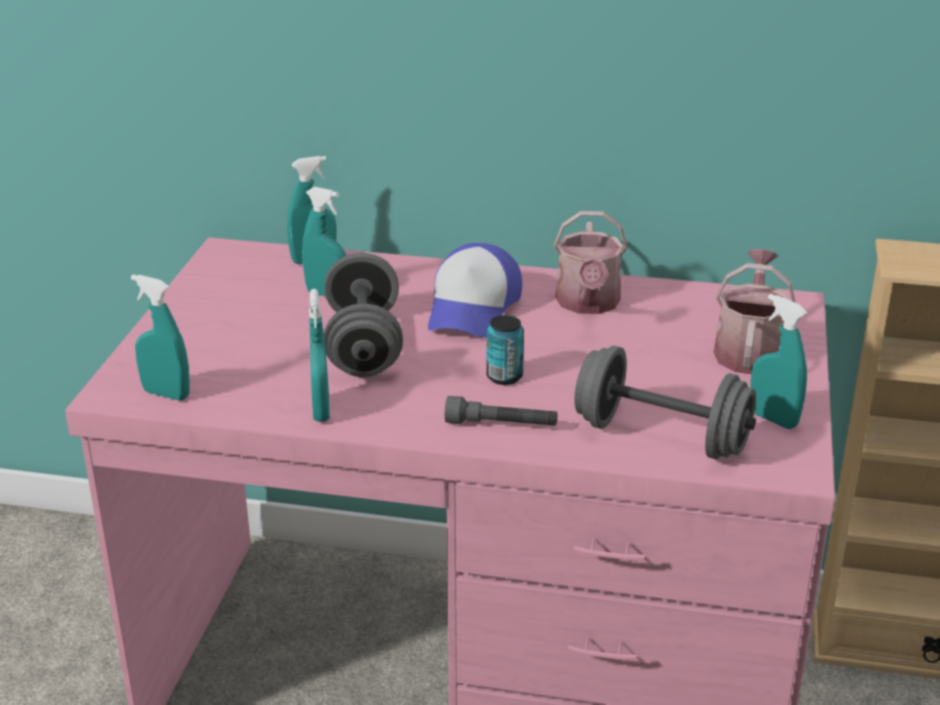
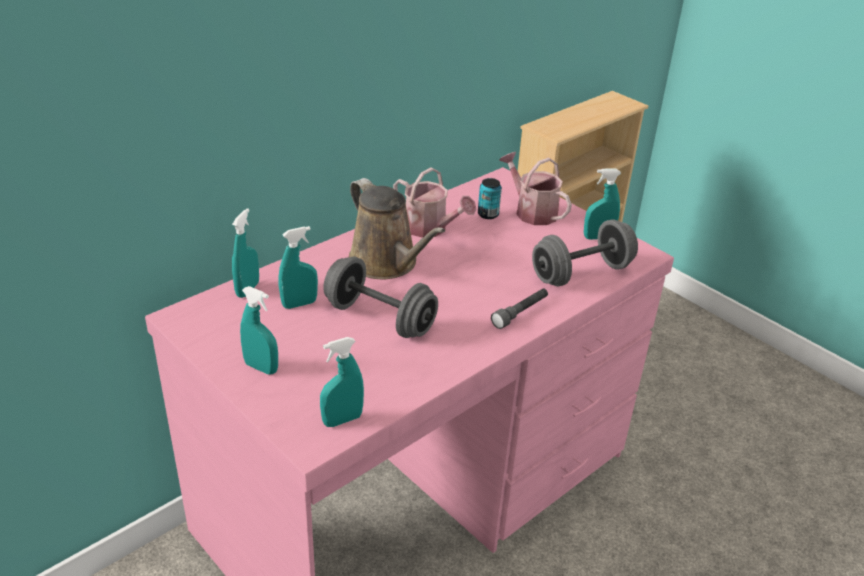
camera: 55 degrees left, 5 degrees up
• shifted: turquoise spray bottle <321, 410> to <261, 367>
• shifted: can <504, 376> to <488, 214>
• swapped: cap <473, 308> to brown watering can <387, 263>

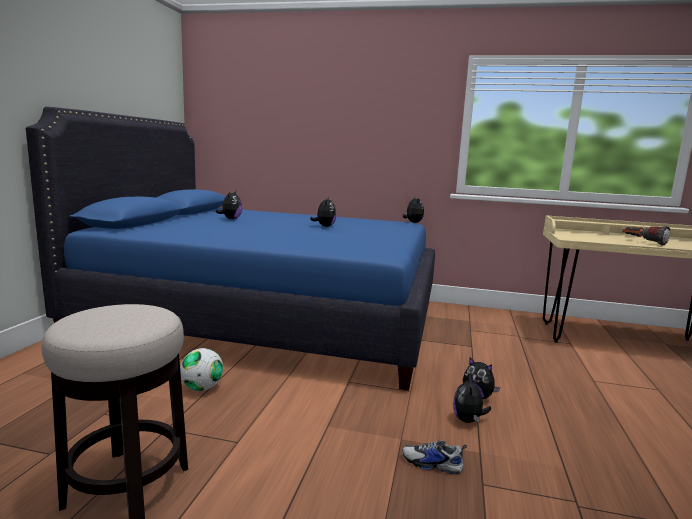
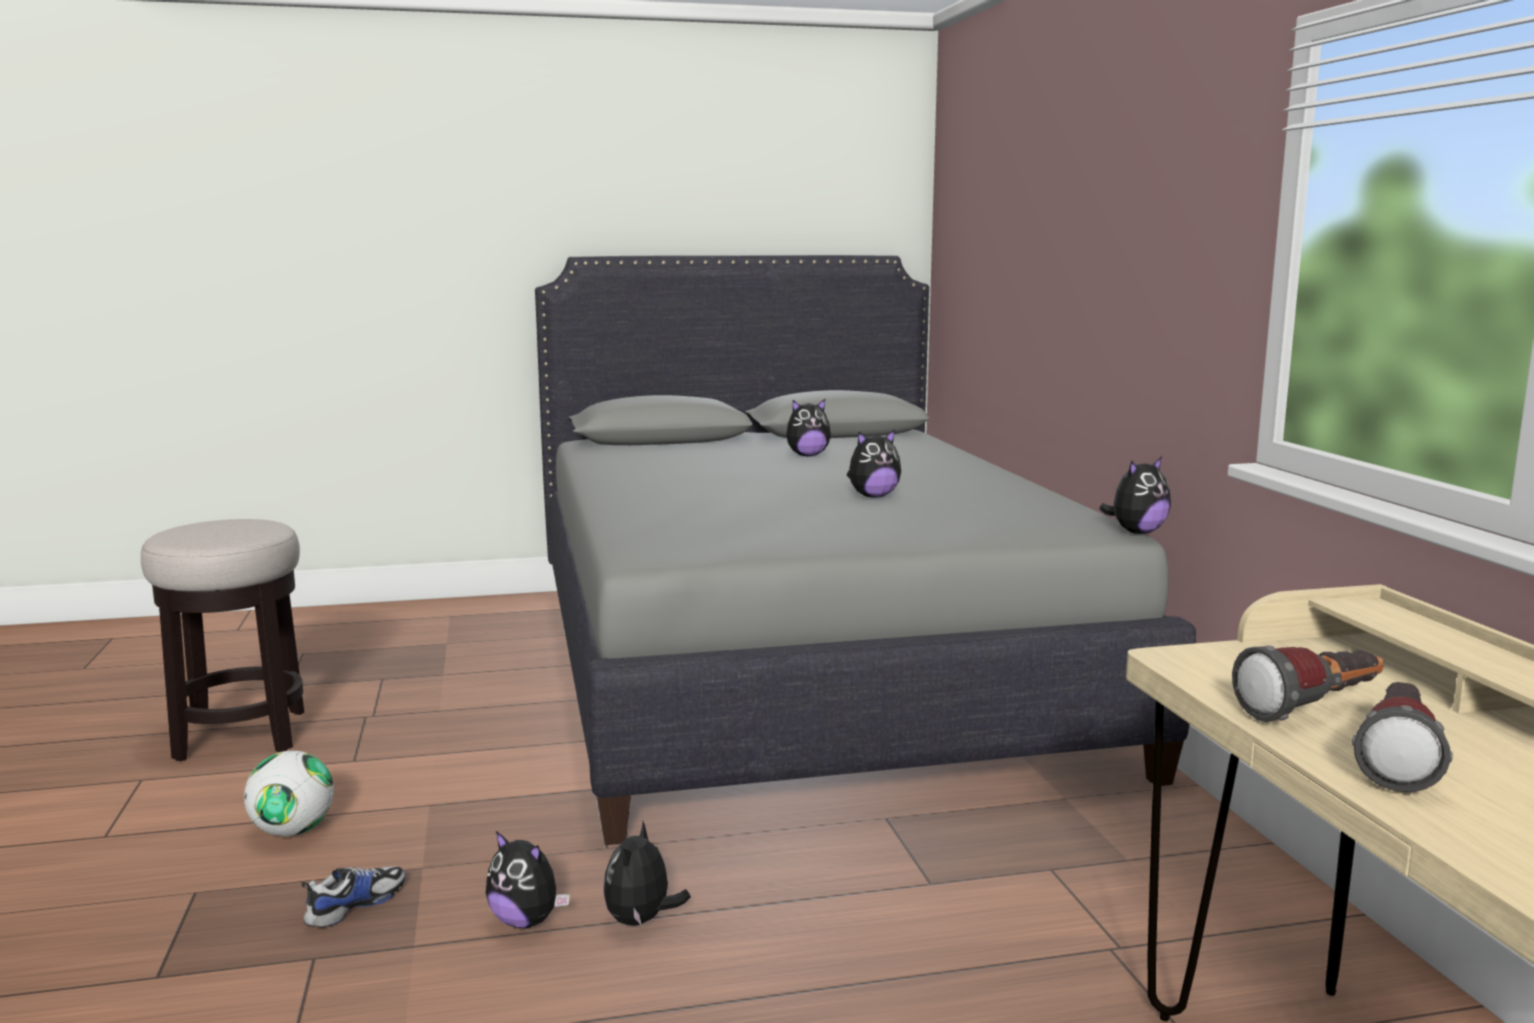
camera: 65 degrees right, 0 degrees up
• new: flashlight <1312, 710>
• shifted: football <202, 388> to <293, 831>
• repainted: blue bed <267, 318> to grey bed <798, 669>
• rotated: shoe <432, 464> = <354, 905> 45 degrees clockwise
• rotated: plush toy <468, 420> = <526, 921> 135 degrees counterclockwise

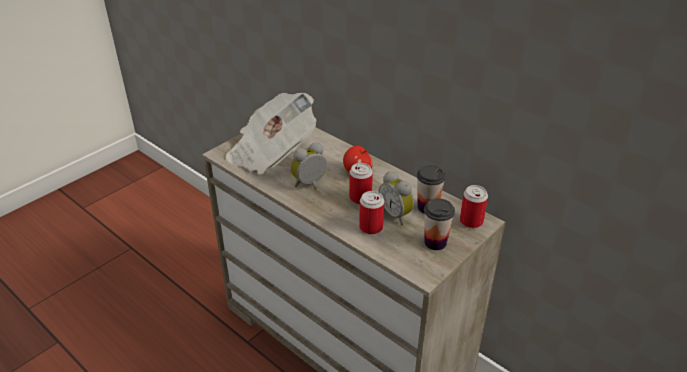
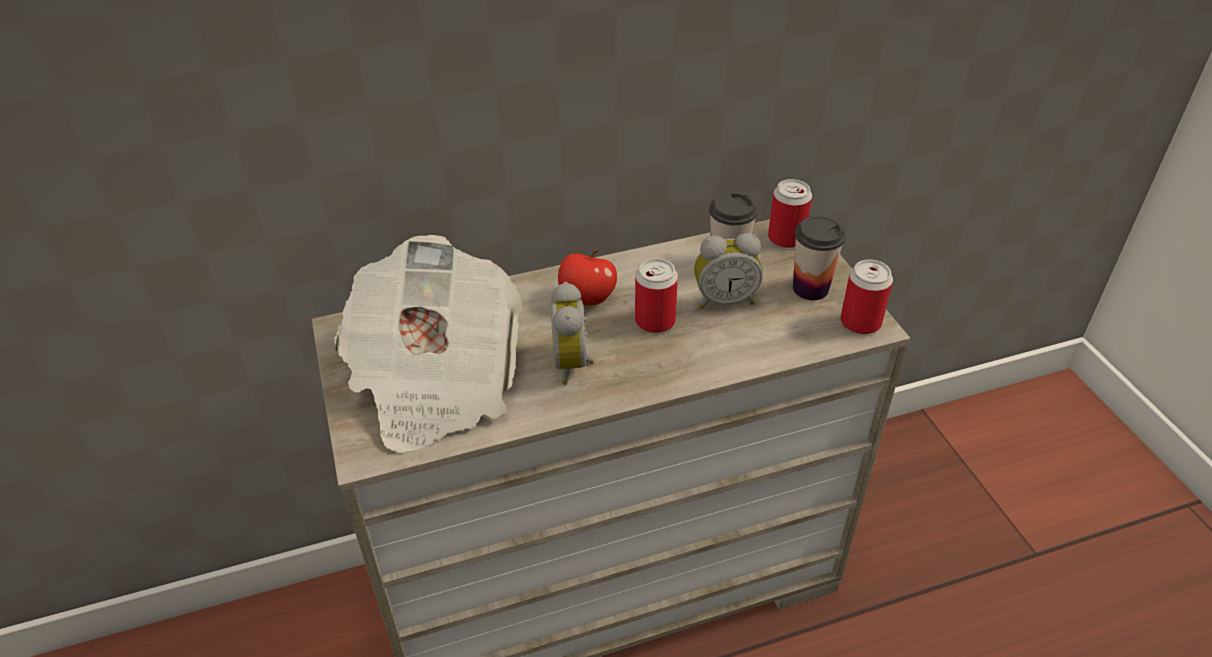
camera: 60 degrees left, 5 degrees up
• shifted: can <371, 227> to <860, 322>

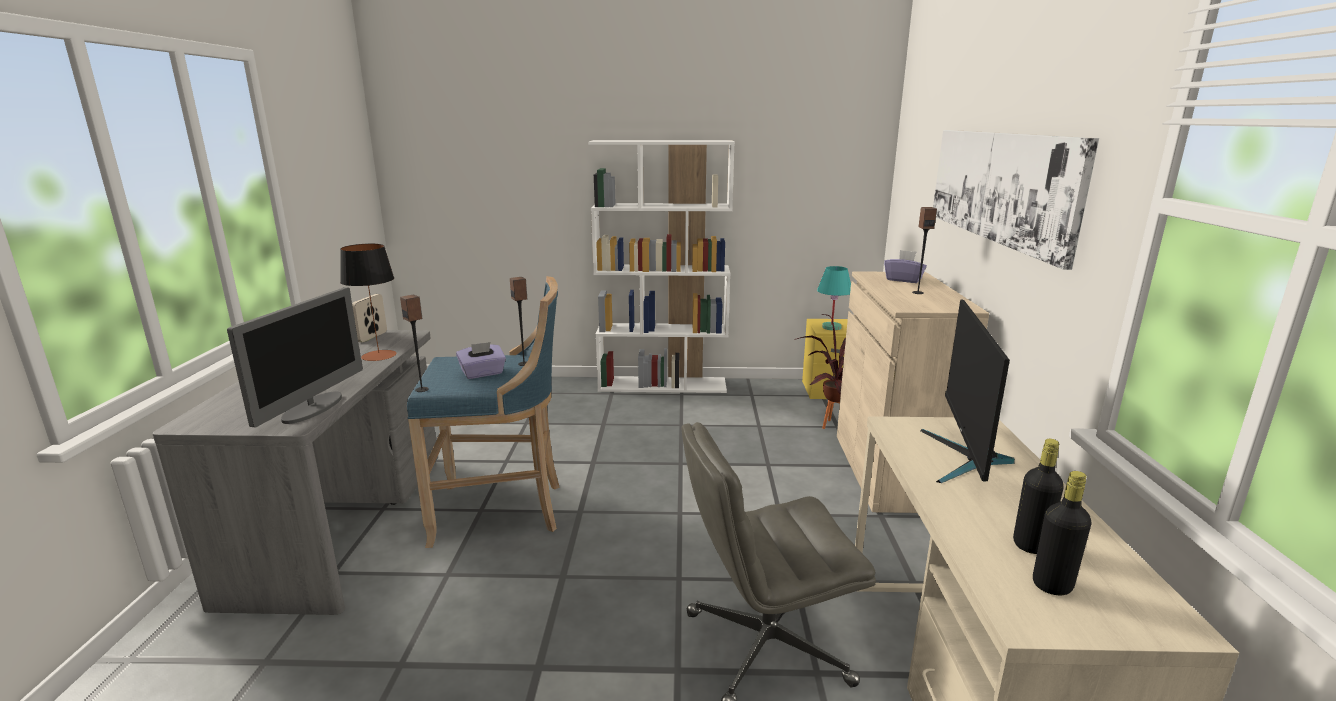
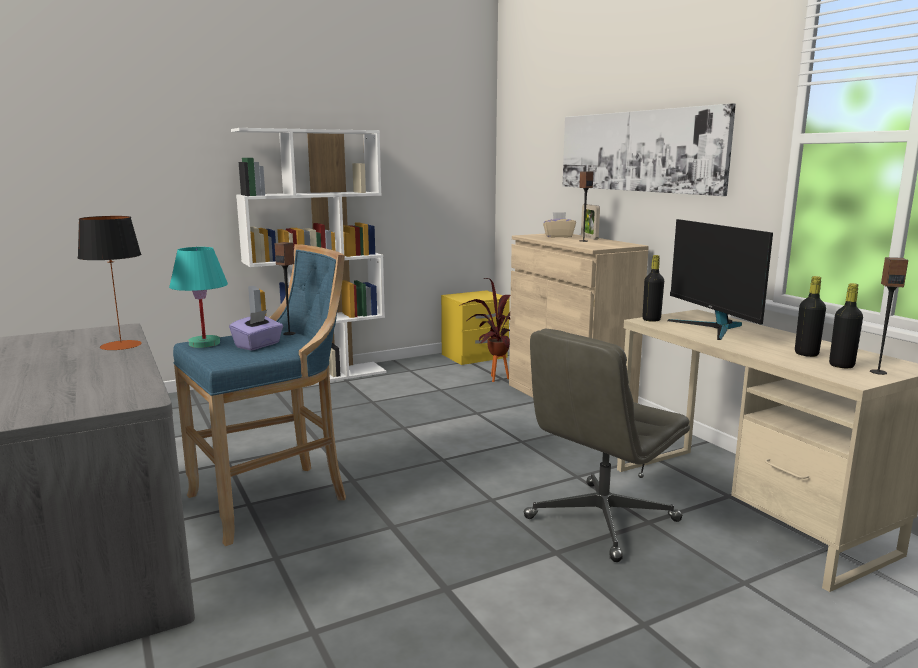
camera: 30 degrees left, 5 degrees down
• gone: monitor <313, 408>
• new: black bottle <651, 320>
• shifted: picture frame <372, 337> to <589, 238>
• shifted: speaker <422, 389> to <878, 372>
• shifted: turquoise table lamp <831, 327> to <203, 343>
• repainted: purple tissue box <903, 280> to beige tissue box <558, 236>

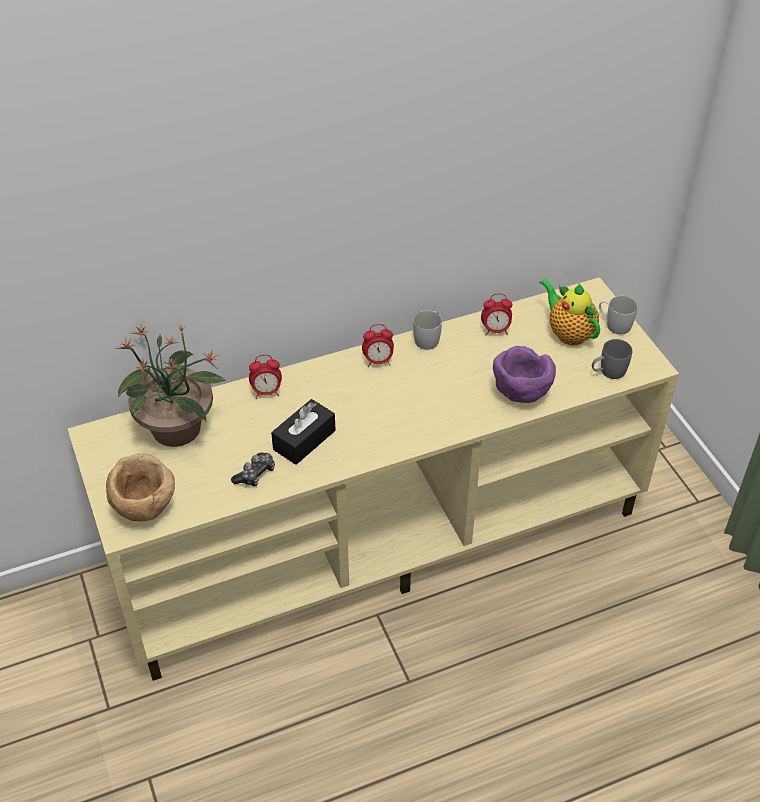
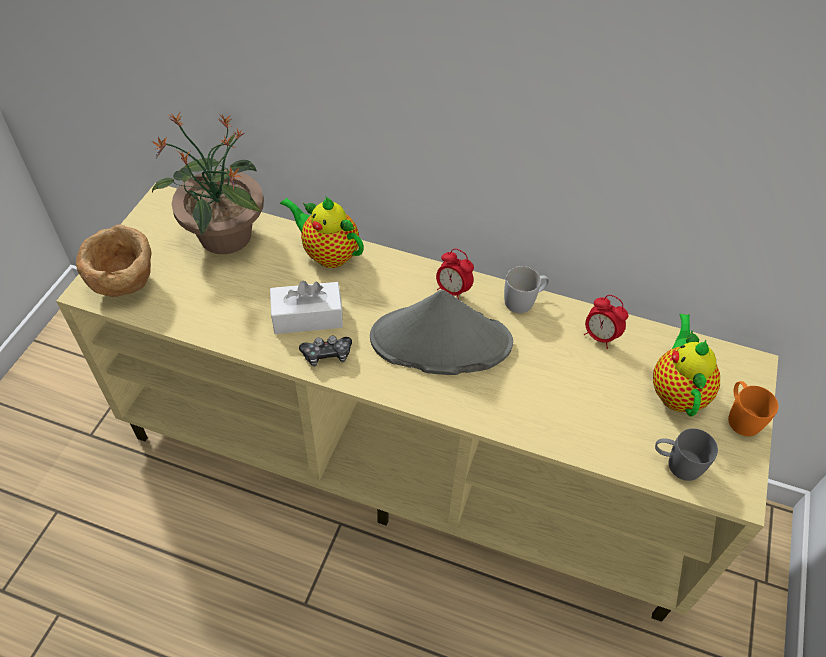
camera: 40 degrees right, 5 degrees up
• gone: purple bowl <520, 393>
• new: grey hat <440, 341>
• shifted: game controller <255, 474> to <327, 355>
• swapped: alarm clock <266, 392> to teapot <328, 254>
• repainted: black tissue box <304, 440> to white tissue box <307, 317>
• repainted: white mug <614, 324> to orange mug <740, 417>

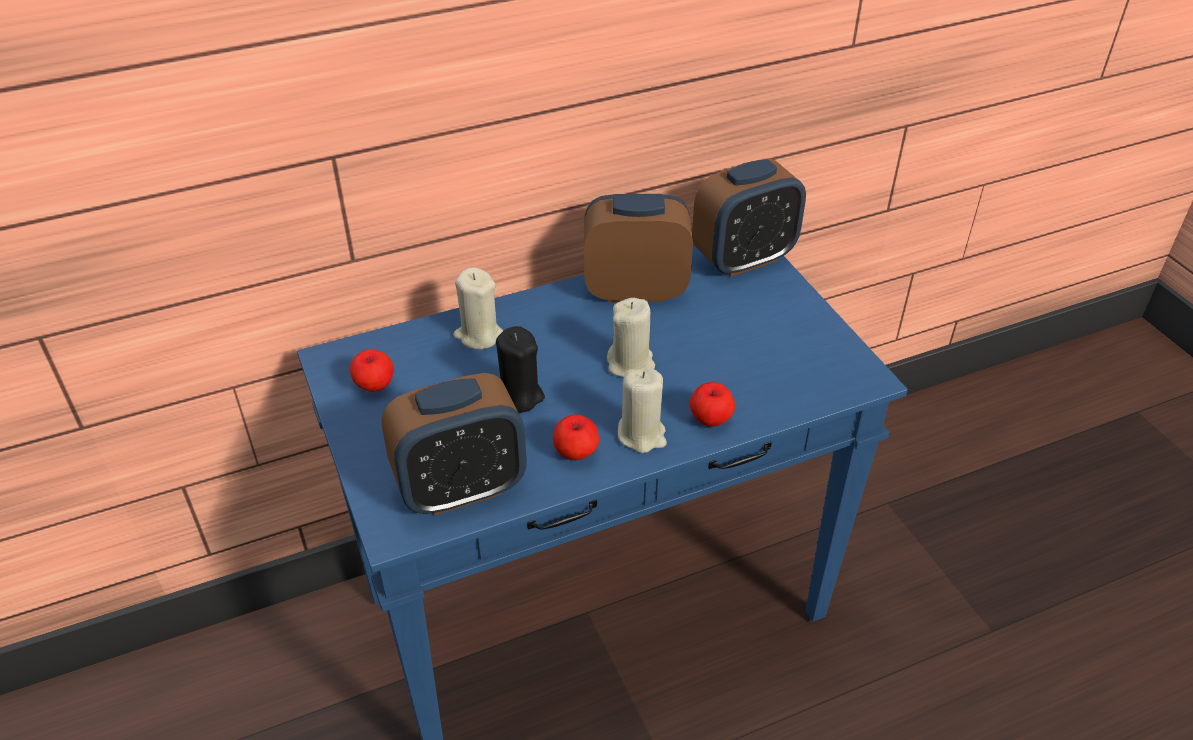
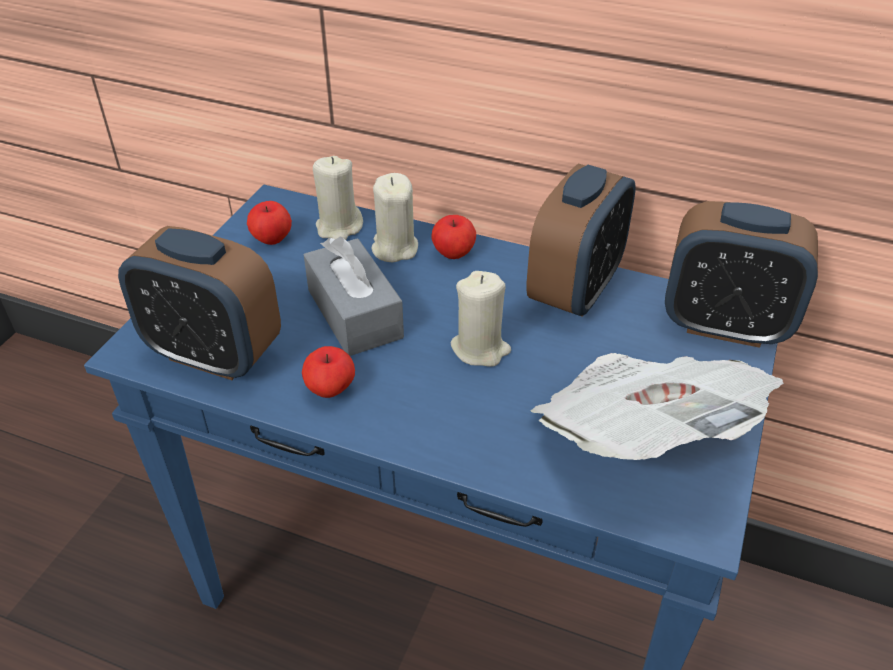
camera: 45 degrees right, 0 degrees up
• new: newspaper <639, 436>
• shifted: beige candle <642, 434> to <339, 227>
• shifted: apple <710, 419> to <454, 253>
• swapped: black candle <518, 396> to grey tissue box <354, 314>
• rotated: alarm clock <635, 290> = <575, 290> 75 degrees clockwise

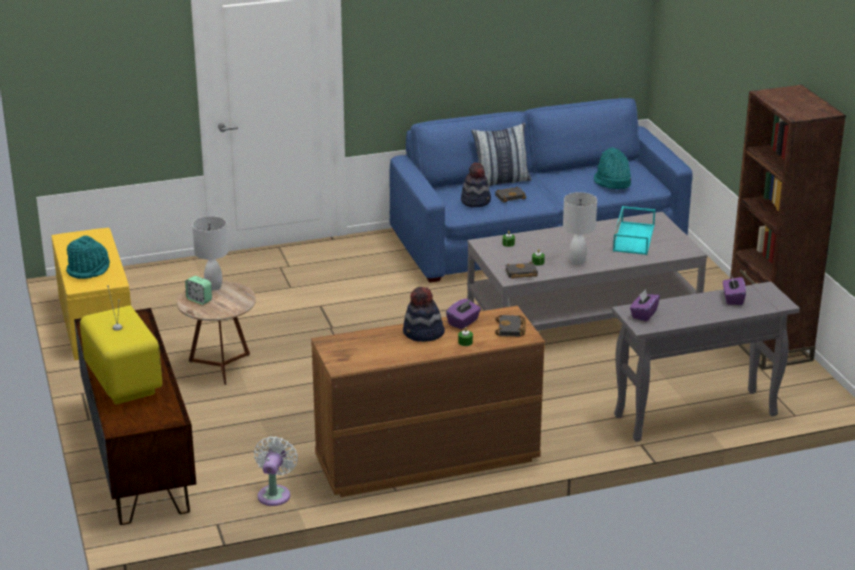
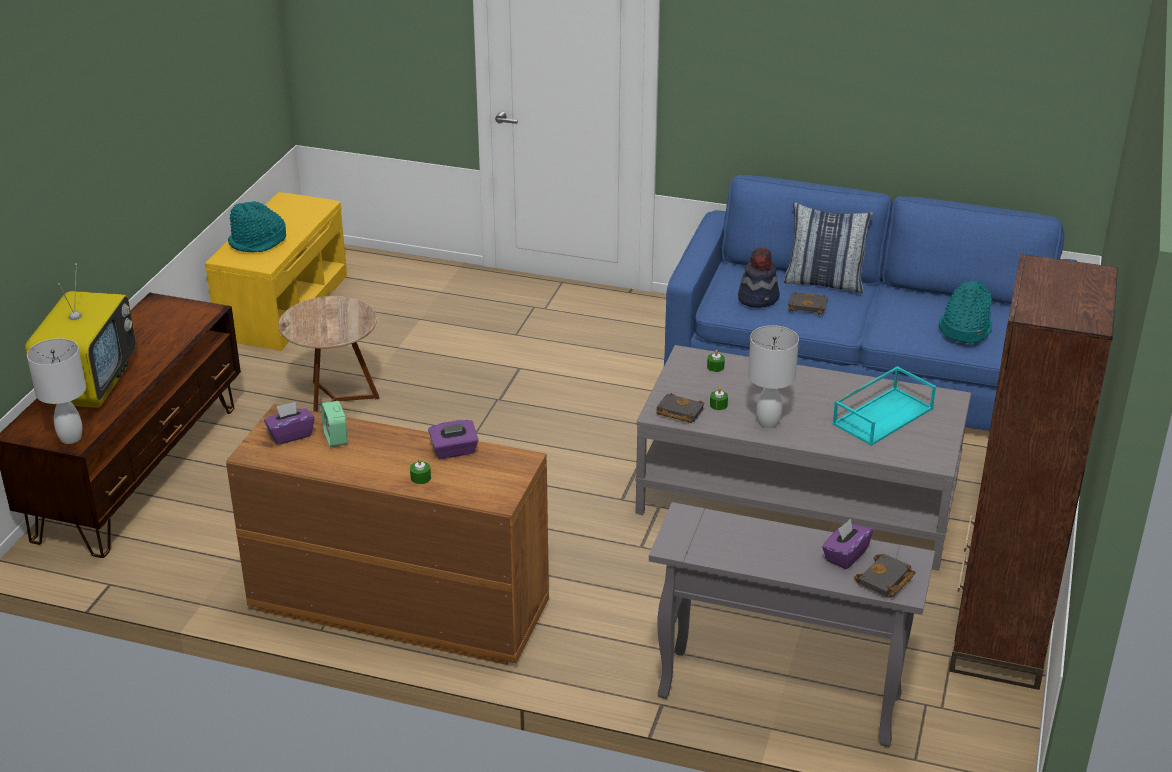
camera: 35 degrees right, 5 degrees up
• gone: white fan <275, 493>
• gone: hat <423, 334>
• shifted: alarm clock <199, 300> to <335, 438>
• shifted: white table lamp <213, 287> to <70, 437>
• shifted: black book <511, 329> to <885, 581>
• shifted: purple tissue box <643, 314> to <290, 435>

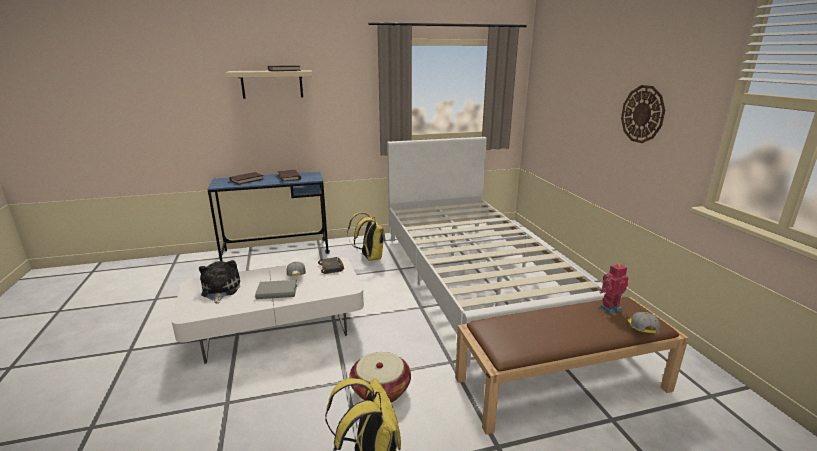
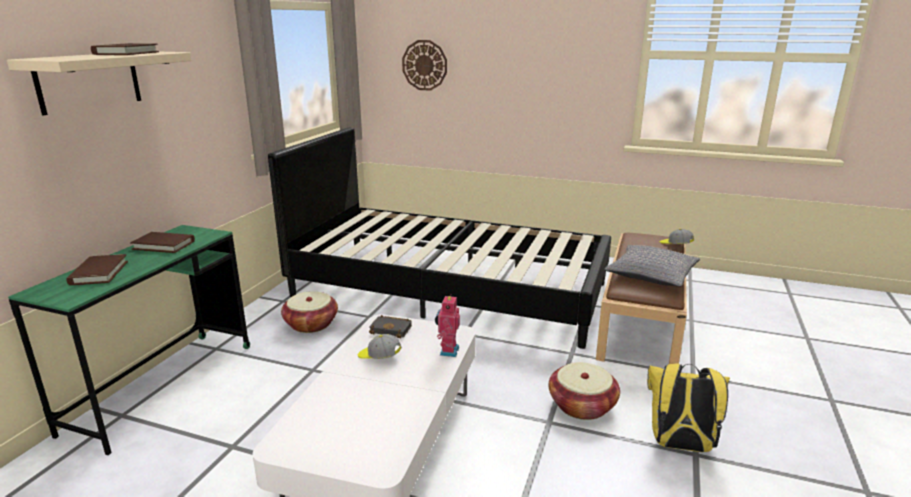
camera: 55 degrees left, 0 degrees up
• gone: plush toy <220, 290>
• gone: grey book <277, 292>
• new: grey pillow <651, 274>
• shifted: toy robot <609, 308> to <447, 351>
• shifted: wall clock <642, 114> to <424, 65>
• swapped: yellow backpack <369, 257> to basket <311, 324>
• repainted: blue desk <276, 252> to green desk <162, 387>
• repainted: white bed <473, 279> to black bed <449, 289>

